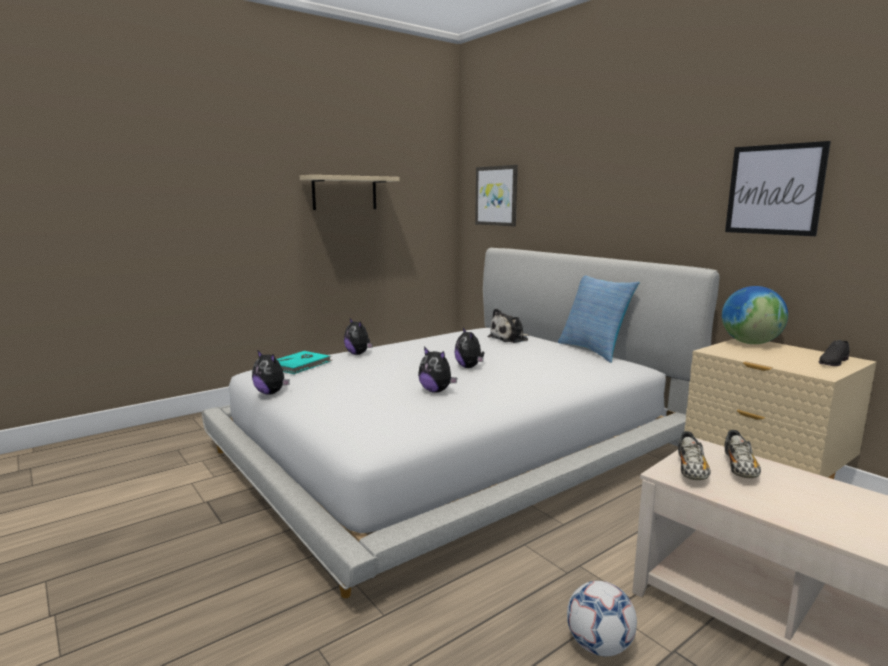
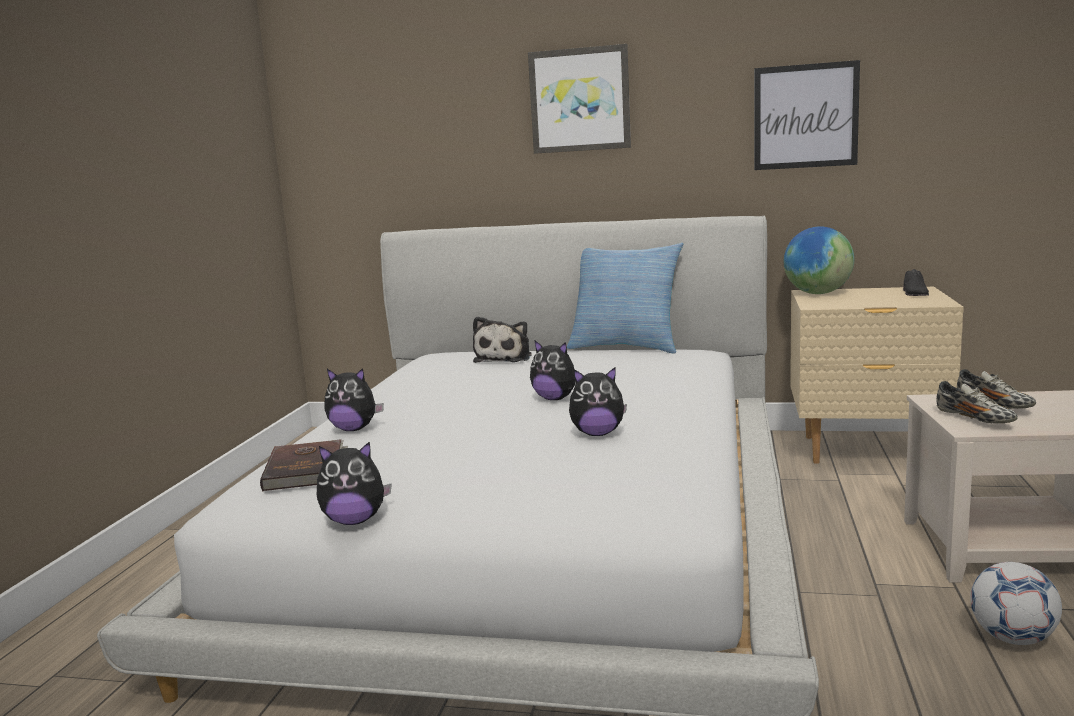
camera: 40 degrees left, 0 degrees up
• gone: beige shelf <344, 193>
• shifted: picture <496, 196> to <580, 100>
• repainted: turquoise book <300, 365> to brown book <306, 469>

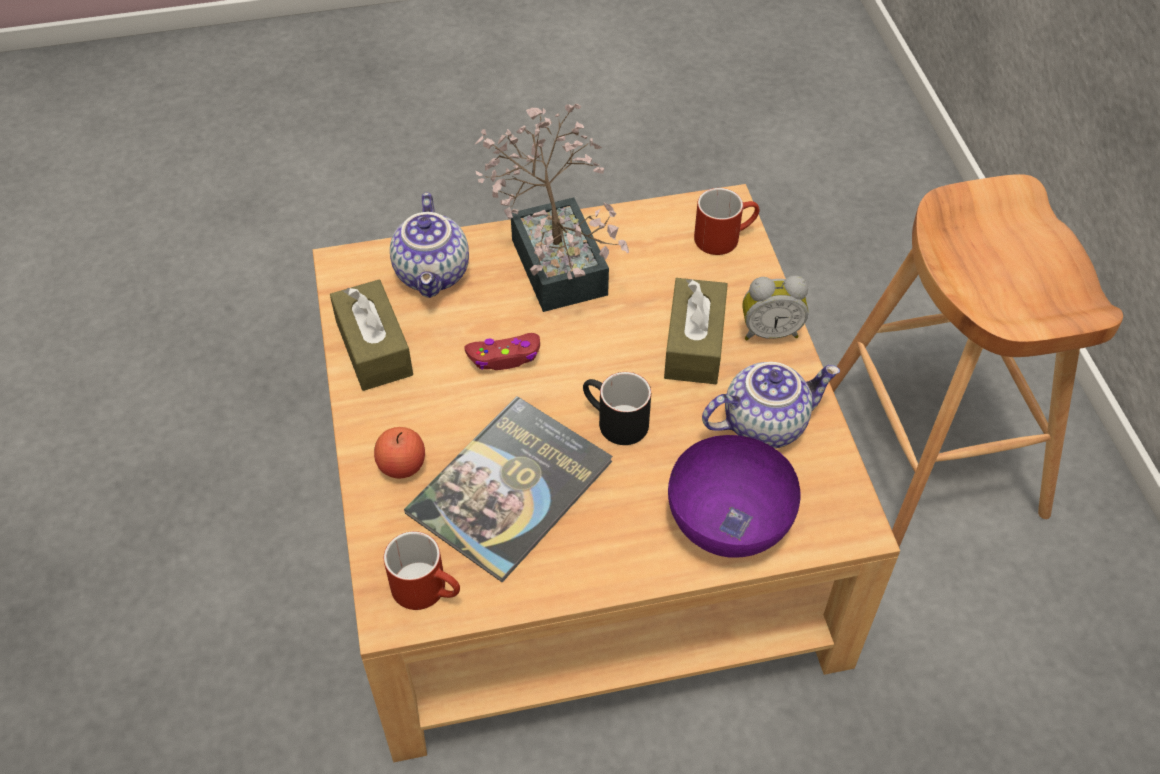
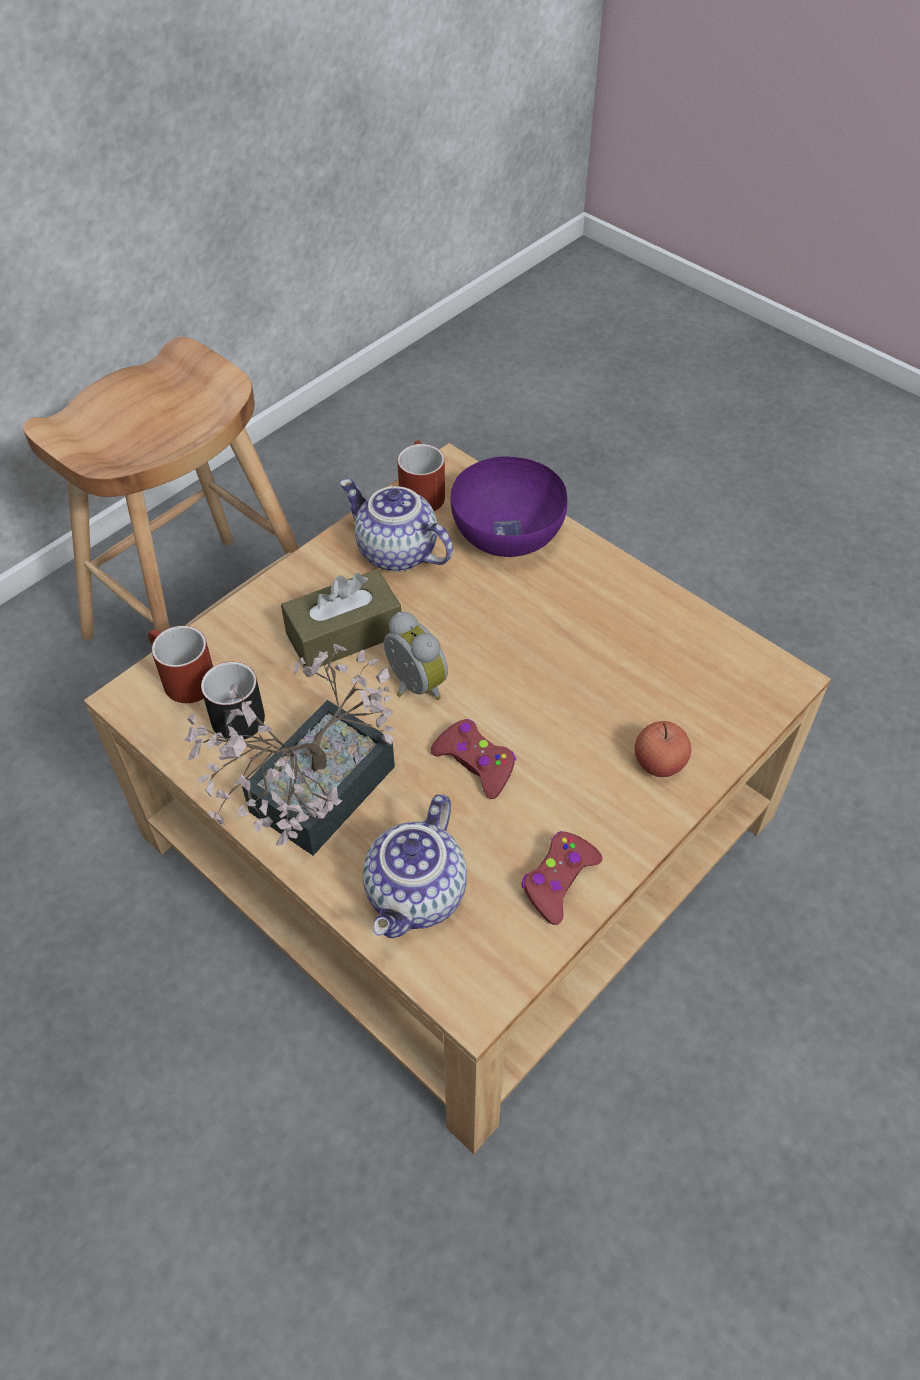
camera: 125 degrees left, 0 degrees up
• gone: book <510, 487>
• shifted: red mug <429, 589> to <419, 492>
• shifted: black mug <613, 422> to <240, 728>
• shifted: alarm clock <769, 331> to <413, 687>
• swapped: brown tissue box <374, 348> to red game controller <558, 881>
• rotated: teapot <434, 274> = <418, 896> 150 degrees clockwise

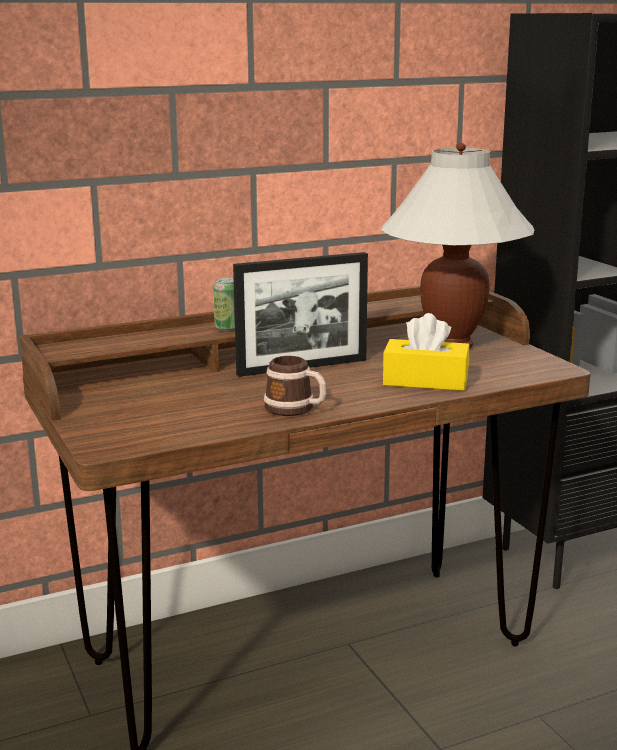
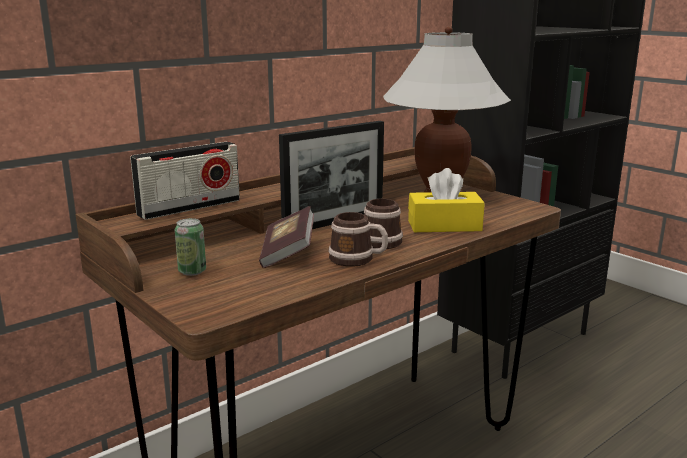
camera: 15 degrees left, 0 degrees up
• new: radio <189, 207>
• new: book <288, 253>
• new: mug <380, 240>
• shifted: can <227, 328> to <192, 271>

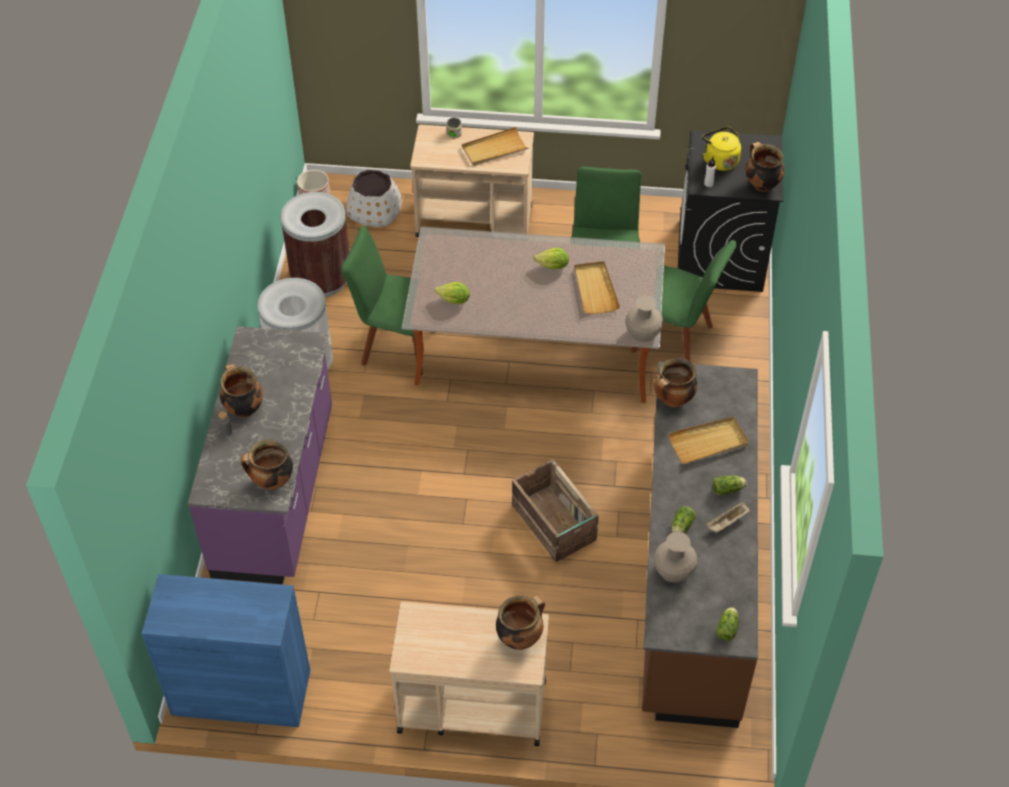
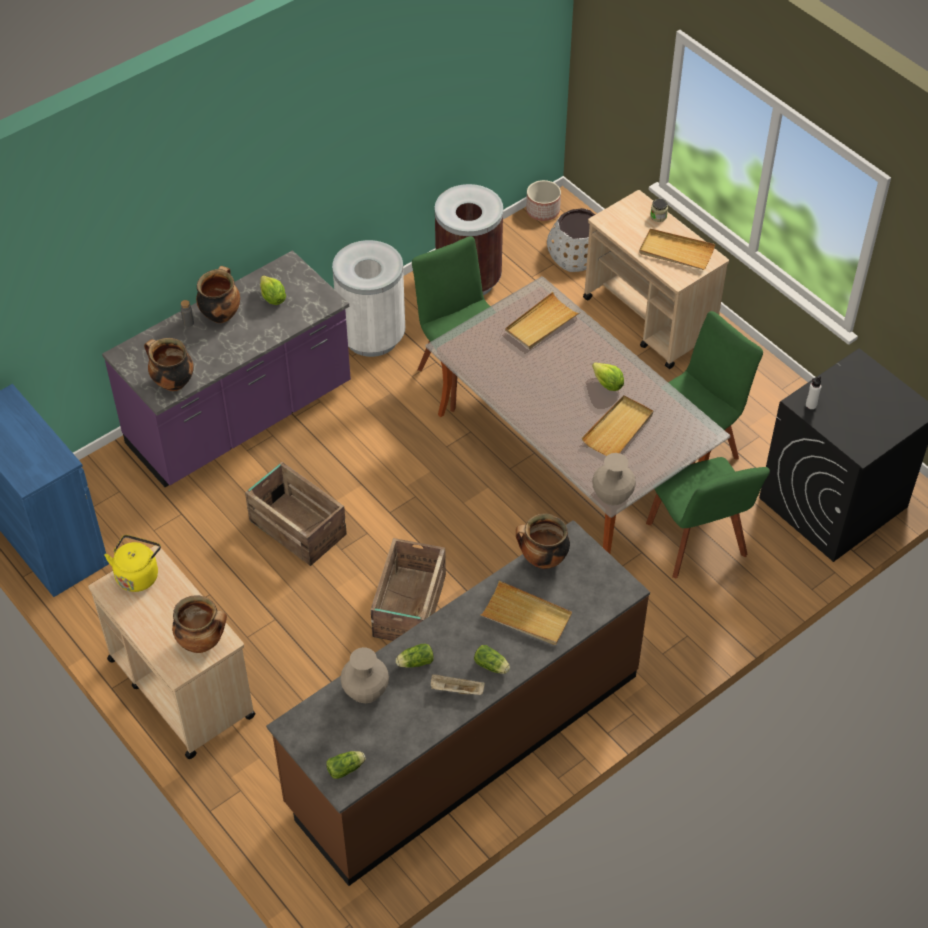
camera: 45 degrees right, 0 degrees up
• gone: cooking pot <761, 184>
• new: crate <297, 526>
• new: beige tray <541, 323>
• shifted: lettuce <454, 300> to <273, 299>
• shifted: yellow kettle <720, 160> to <138, 574>

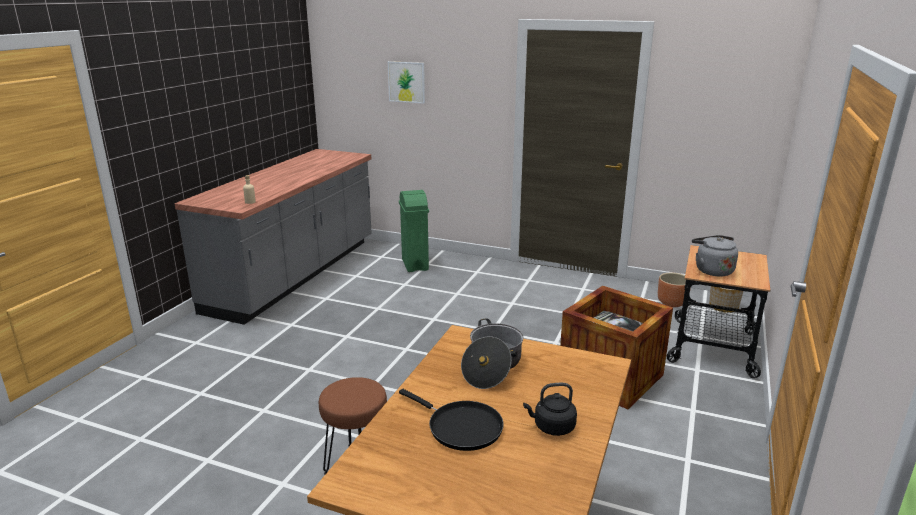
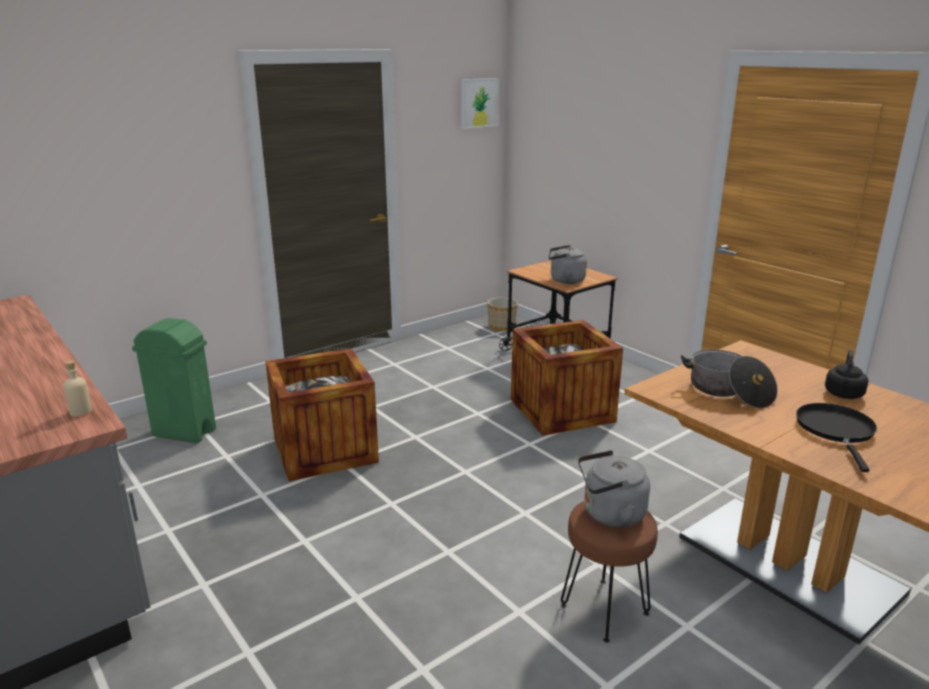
camera: 60 degrees left, 0 degrees up
• gone: brown planter <672, 303>
• new: crate <325, 449>
• new: grey kettle <610, 514>
• shifted: picture <406, 82> to <479, 103>
• rotated: black frying pan <461, 427> = <836, 431> 60 degrees counterclockwise

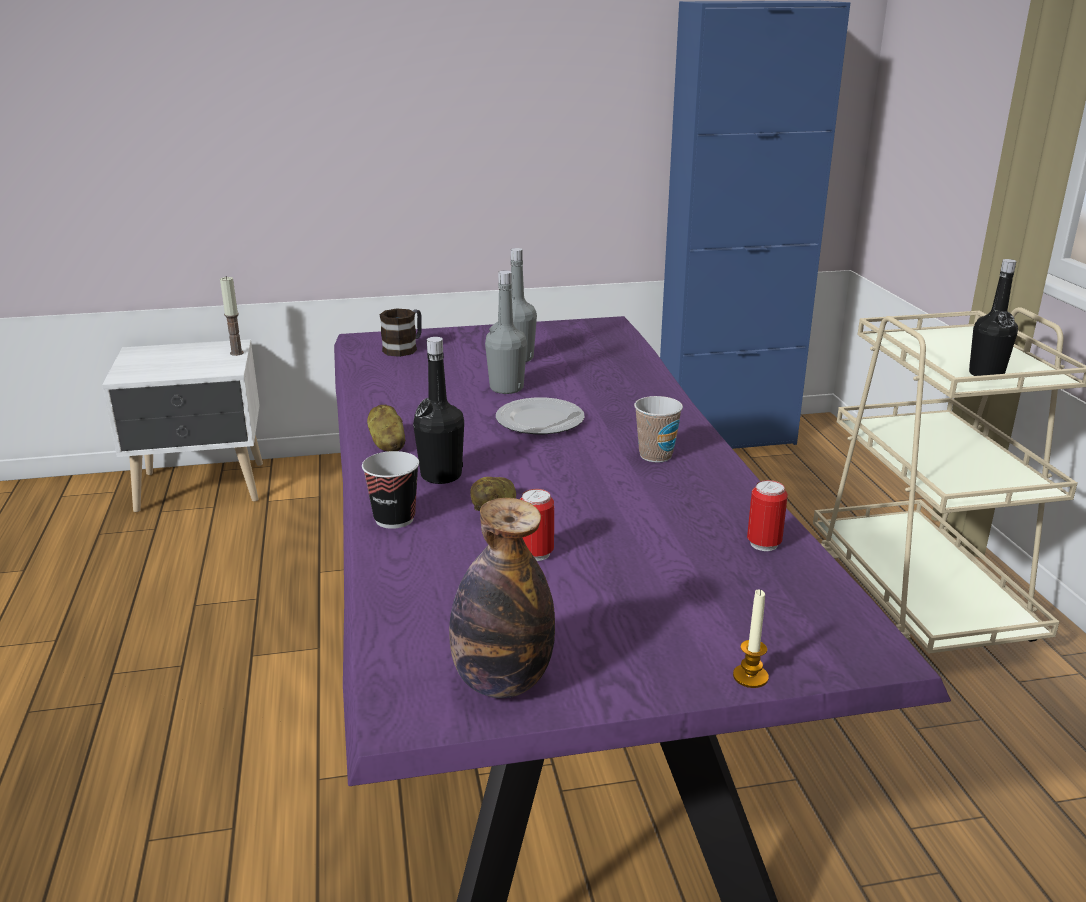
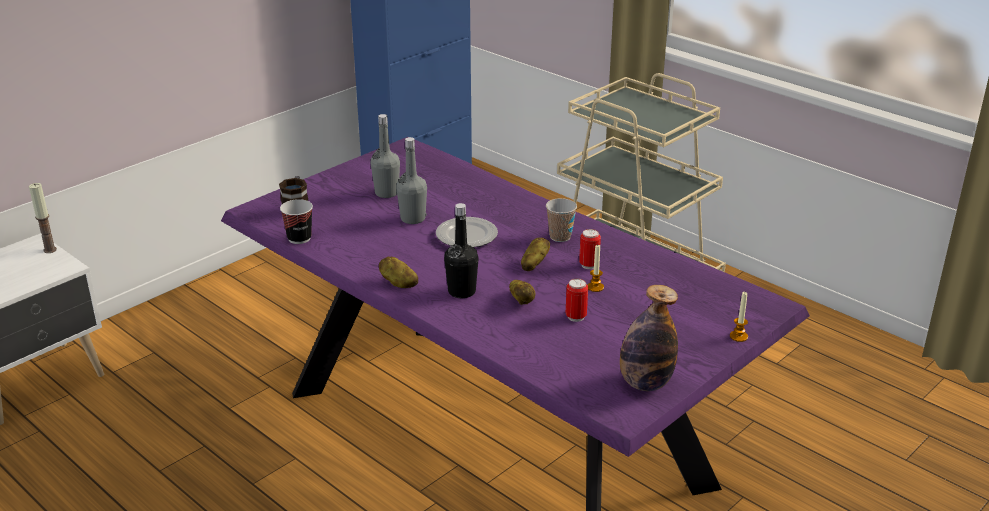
camera: 35 degrees left, 5 degrees up
• gone: black bottle <986, 374>
• new: potato <534, 264>
• new: candle <595, 287>
• shifted: cup <394, 519> to <299, 238>
• shifted: can <763, 544> to <589, 265>

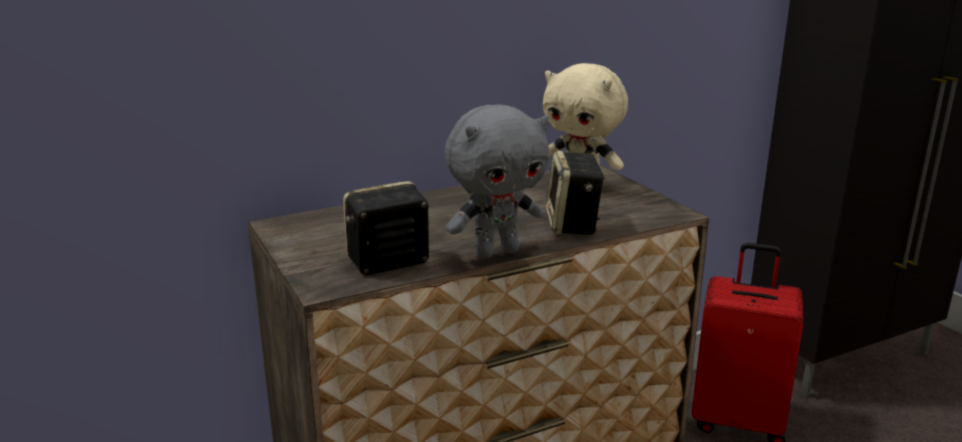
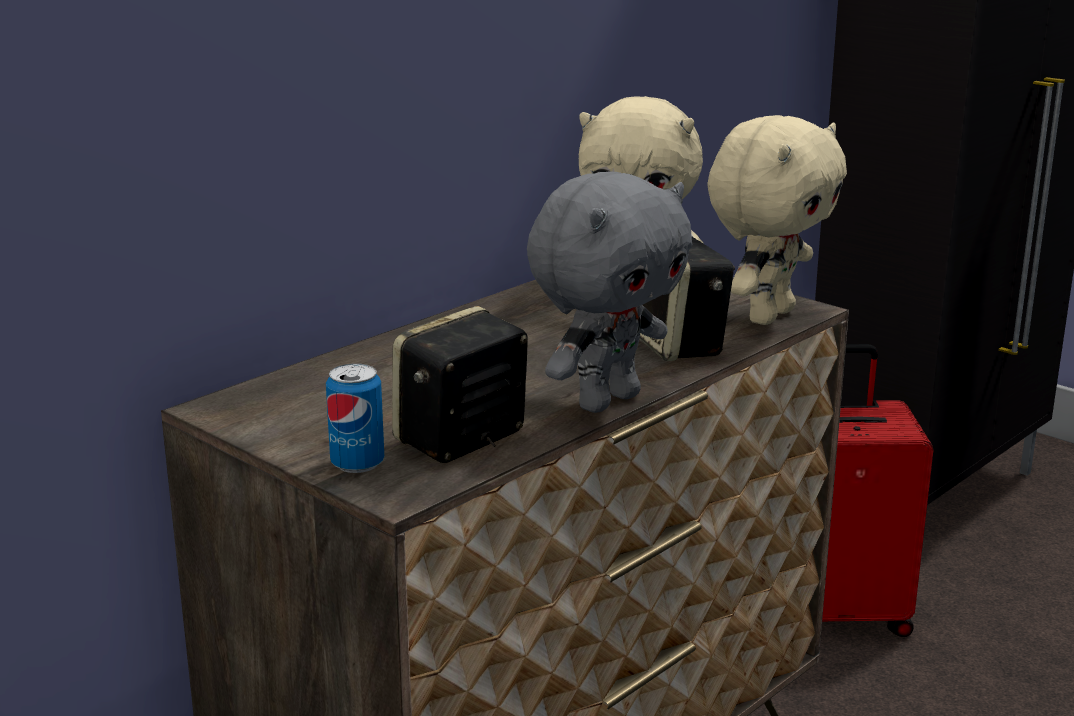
camera: 20 degrees left, 0 degrees up
• new: can <357, 463>
• new: beige plush toy <768, 315>

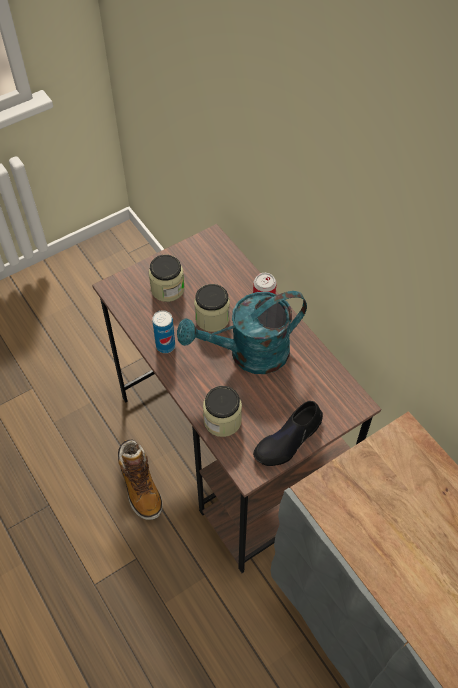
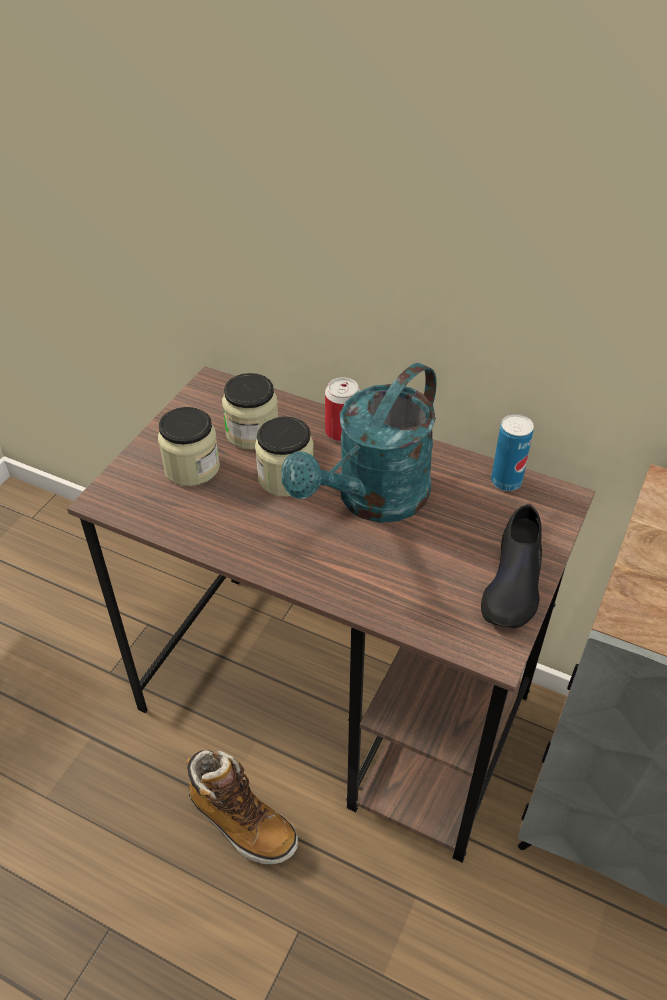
camera: 30 degrees left, 10 degrees down
• shifted: can <165, 346> to <506, 481>
• shifted: jar <222, 420> to <252, 432>

